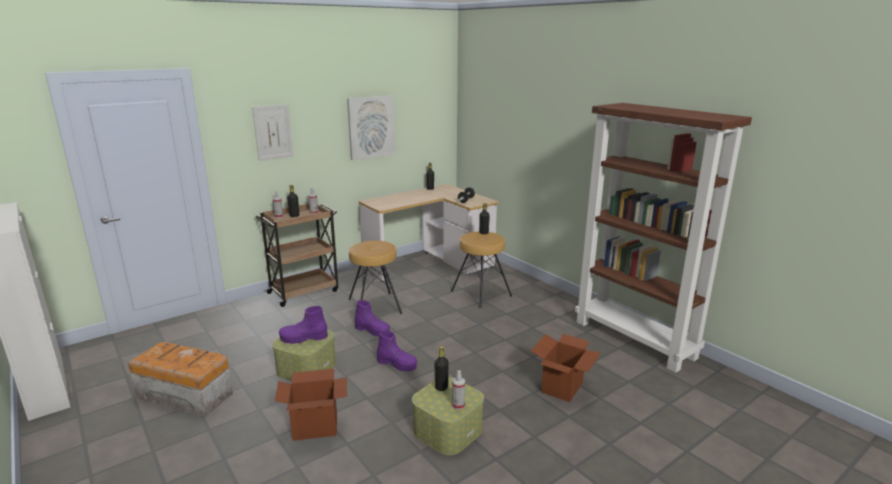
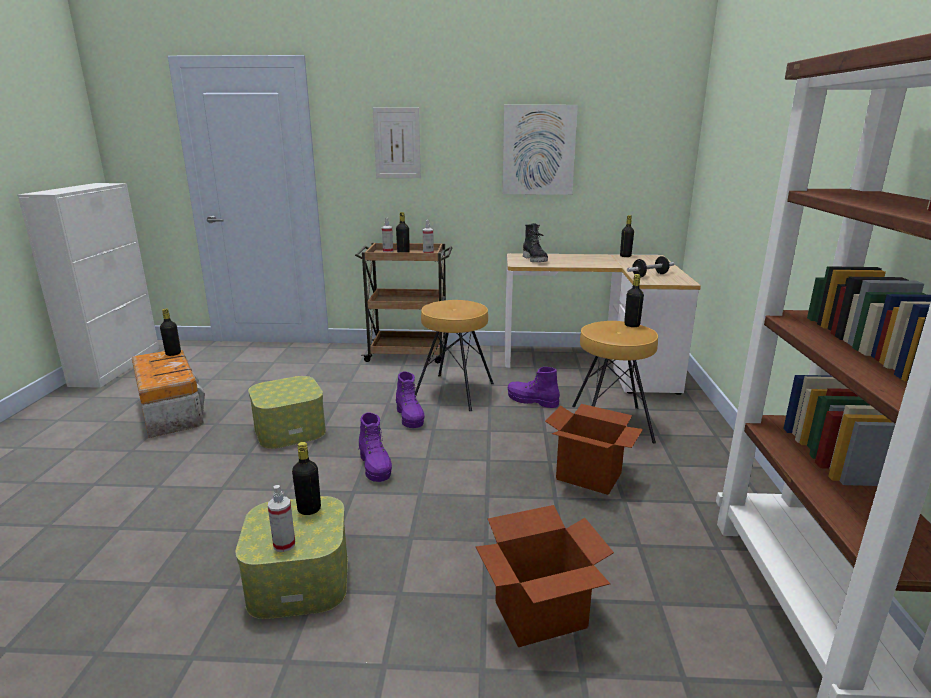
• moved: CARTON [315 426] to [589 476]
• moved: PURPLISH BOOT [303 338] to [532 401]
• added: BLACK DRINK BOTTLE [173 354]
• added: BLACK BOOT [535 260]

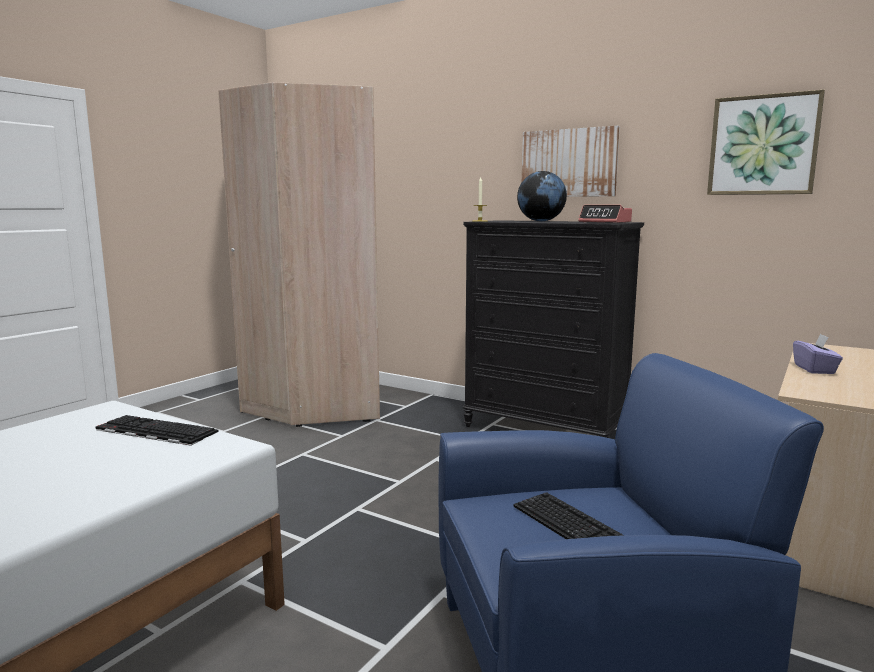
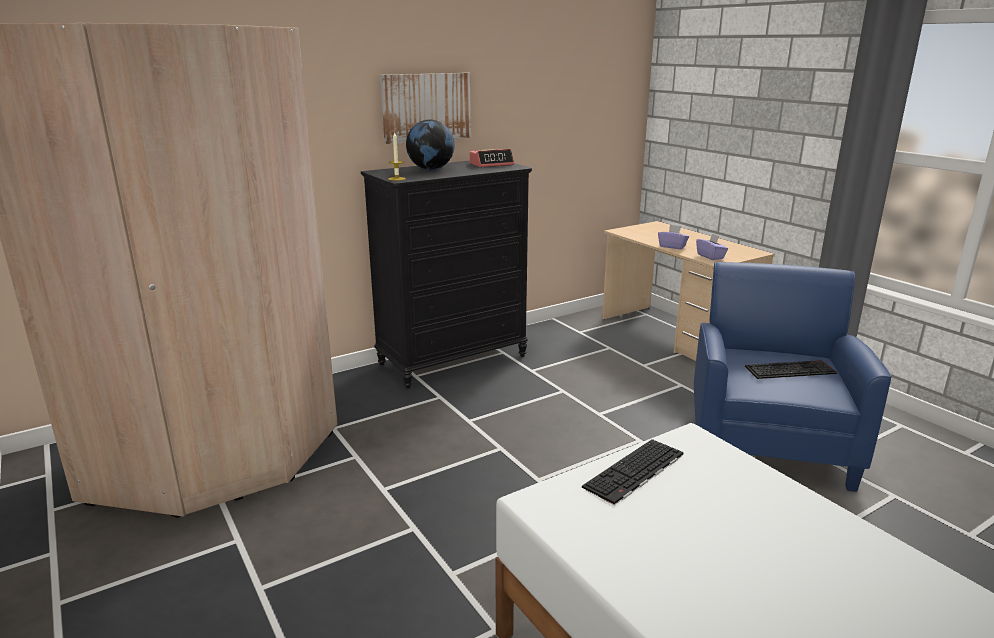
• removed: PICTURE [763 145]
• added: PURPLISH TISSUE HOLDER [710 256]

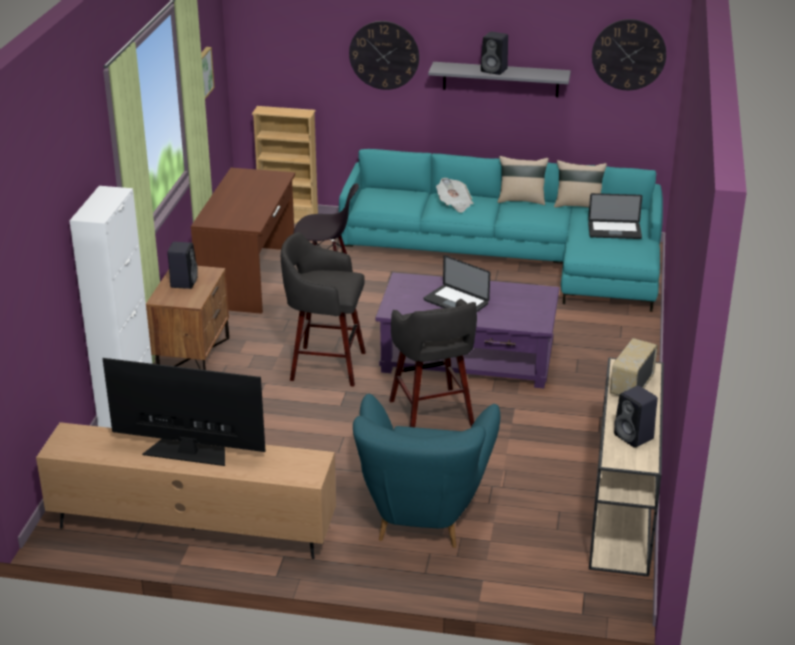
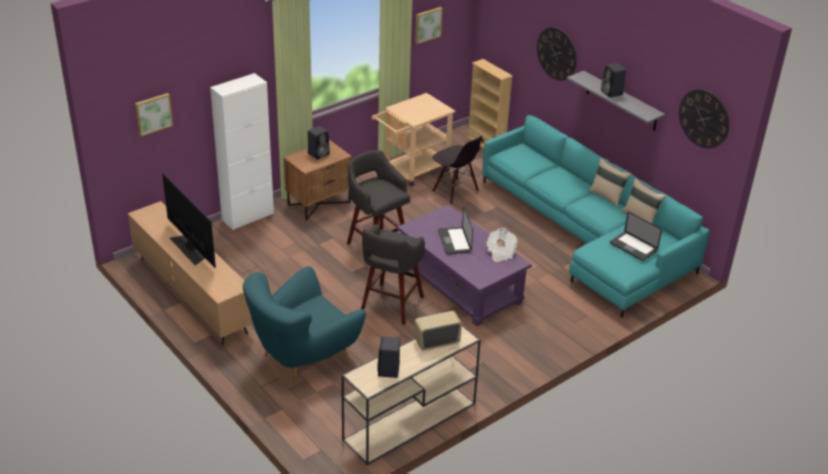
• replaced: BROWNISH DESK UNIT [249 277] to BEIGE CART [412 171]
• moved: PRINTED PAPER [454 204] to [500 252]
• added: PICTURE [153 113]

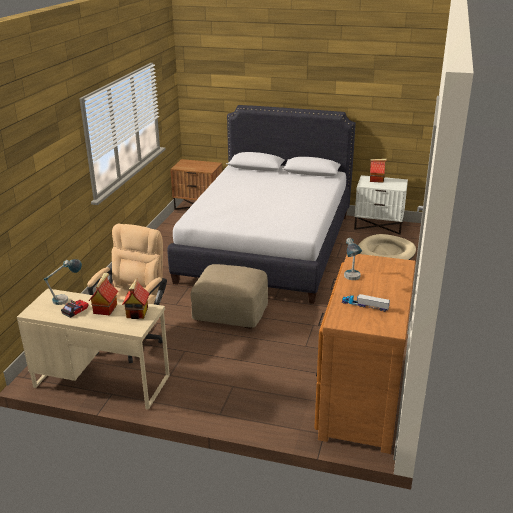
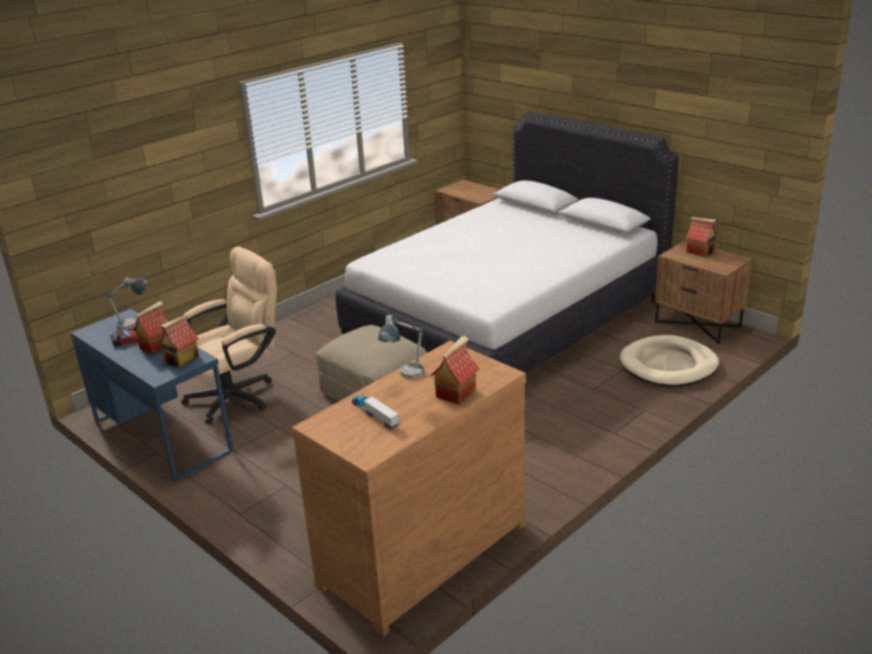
• recoloured: BEIGE DESK UNIT [102 381] to BLUE-COLOURED DESK UNIT [162 435]
• recoloured: WHITE-COLOURED NIGHTSTAND [378 226] to BROWNISH NIGHTSTAND [698 324]
• added: MODEL HOUSE [455 392]

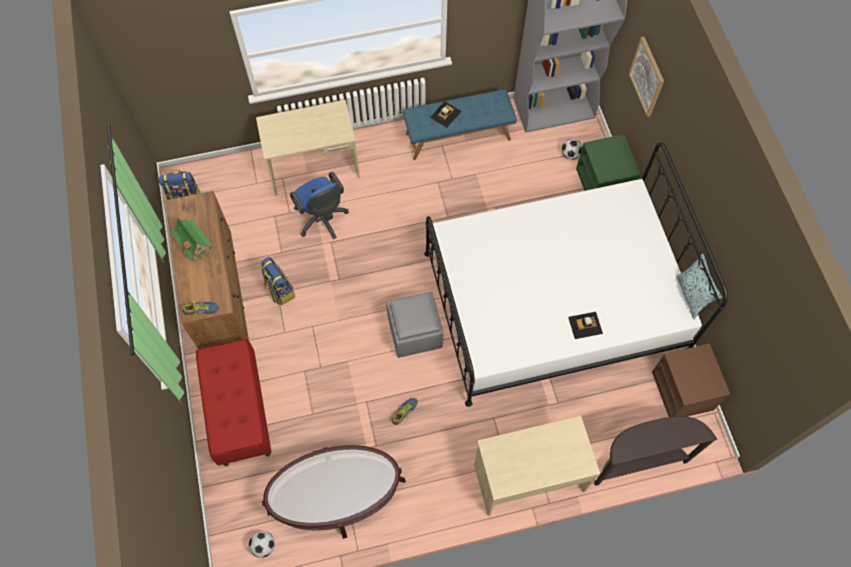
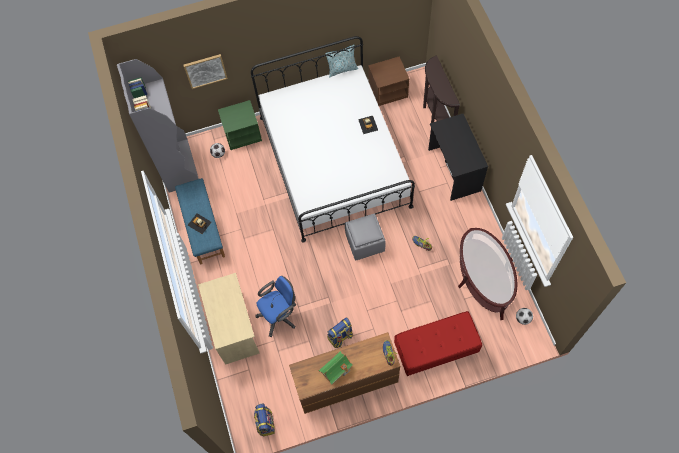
• recoloured: BEIGE DESK UNIT [528 477] to BLACK DESK UNIT [453 170]

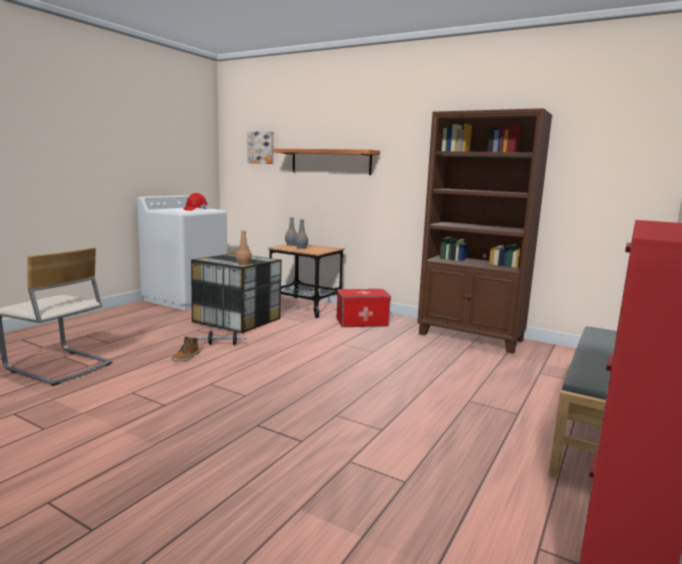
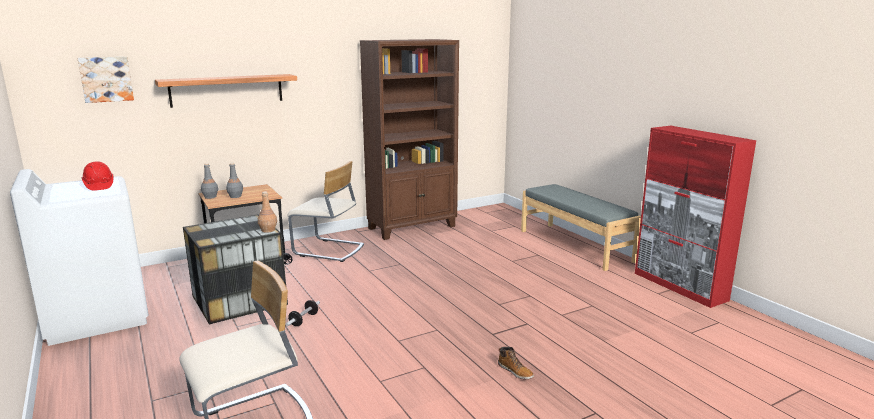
• moved: BOOT [186 357] to [515 371]
• replaced: STORAGE CONTAINER [362 322] to BEIGE CHAIR [328 250]

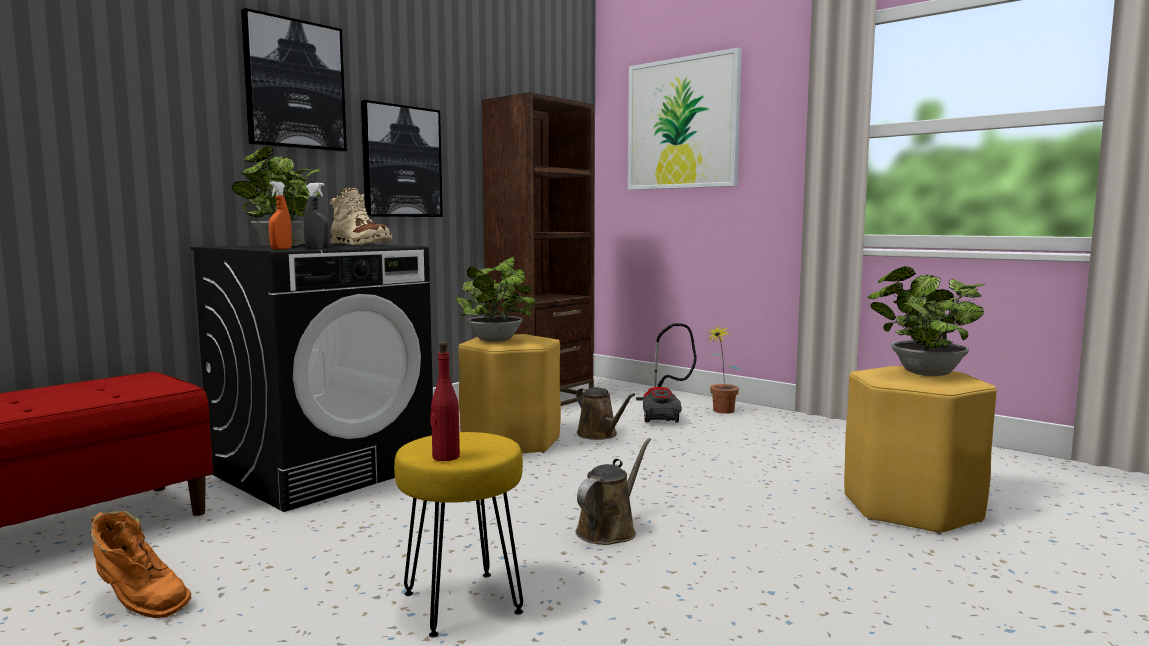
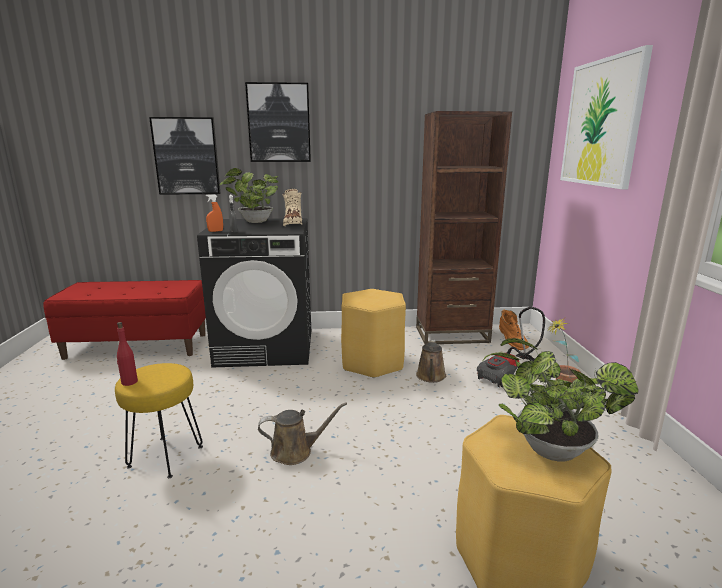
• moved: ORANGE BOOT [139 604] to [511 343]
• moved: PICTURE [401 162] to [186 156]
• removed: POTTED PLANT [497 341]

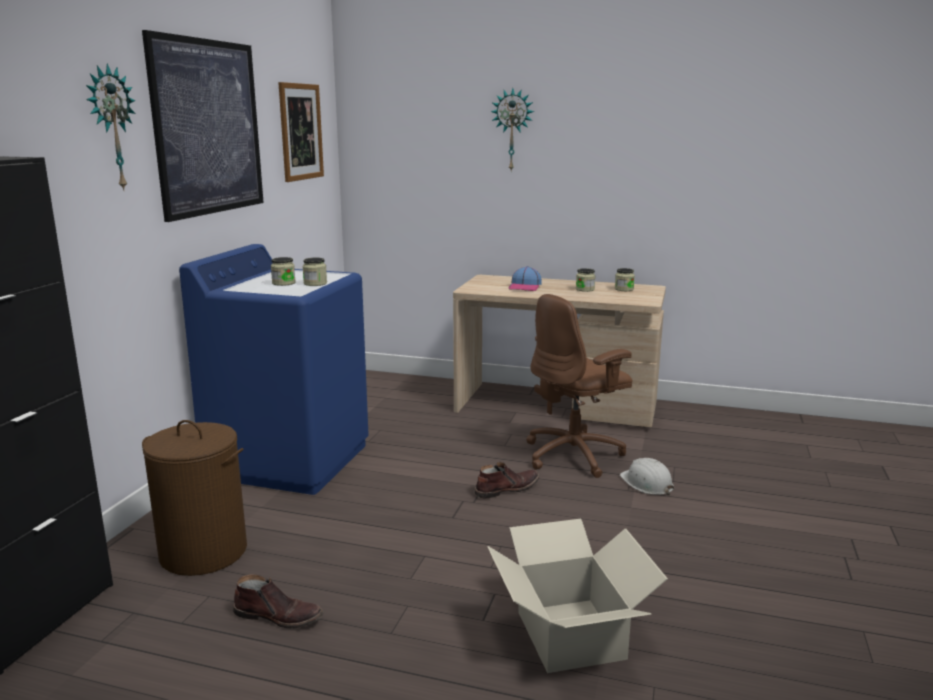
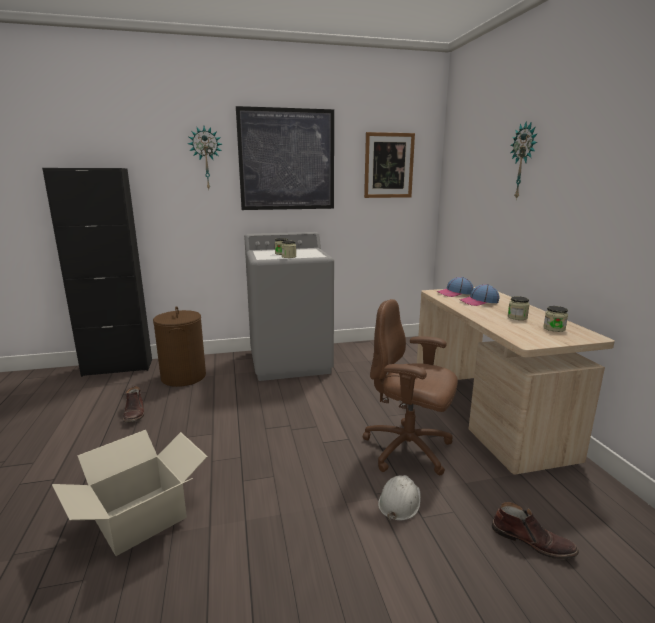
• recoloured: BLUE-COLOURED WASHING MACHINE [290 460] to GREYISH WASHING MACHINE [290 362]
• moved: BROWNISH BOOT [506 489] to [532 541]
• added: PEAKED CAP [455 293]

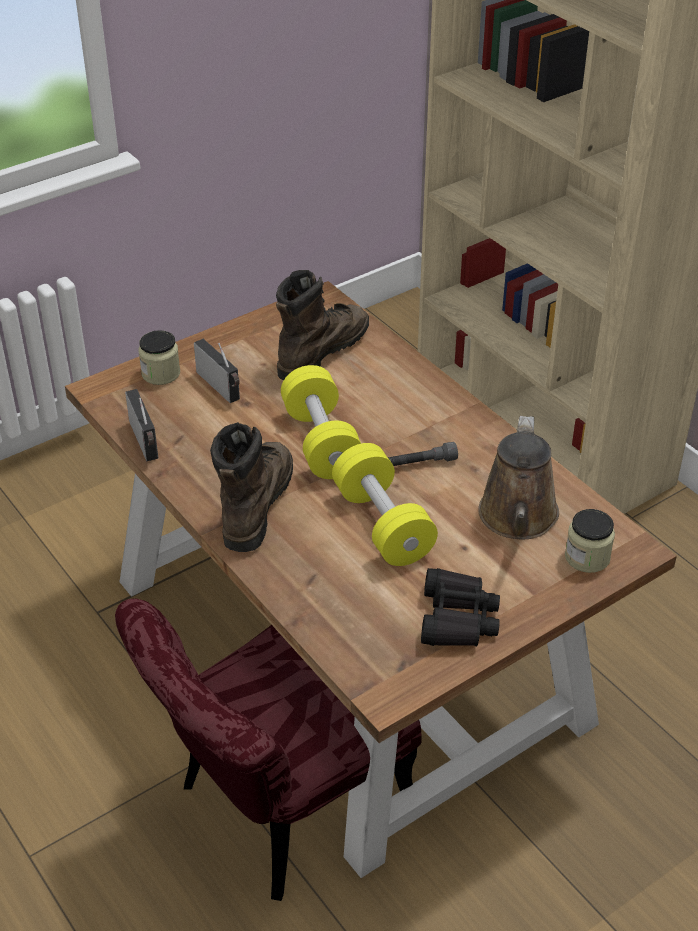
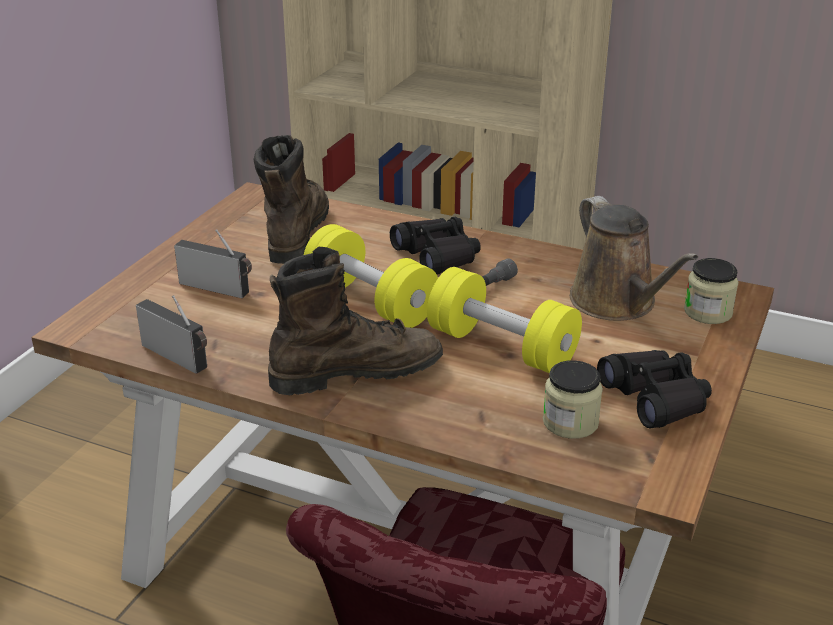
• moved: PRESERVE JAR [161 373] to [570 422]
• turned: BROWNISH BOOT [255 504] = [355 372] 90 degrees clockwise
• added: BLACK BINOCULARS [437 256]

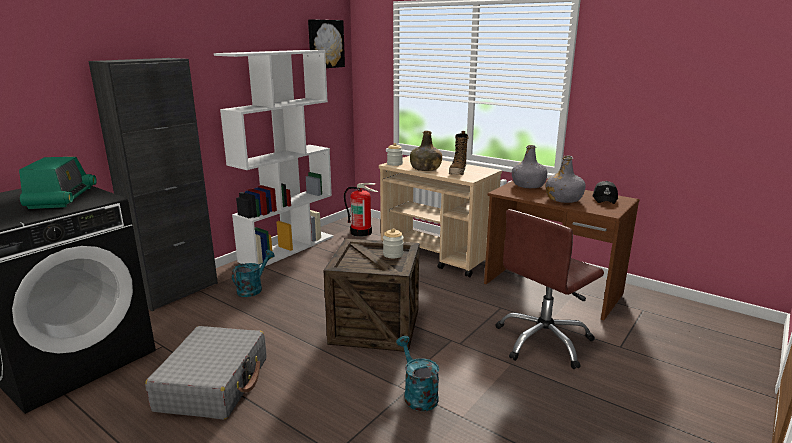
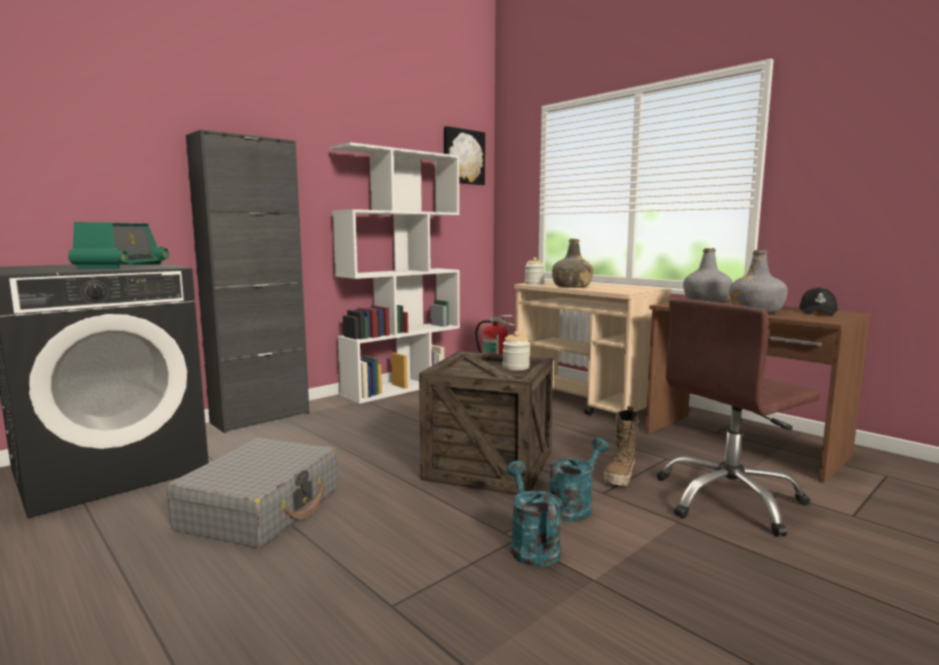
• moved: TURQUOISE-COLOURED WATERING POT [253 289] to [574 507]
• moved: BOOT [458 172] to [620 476]

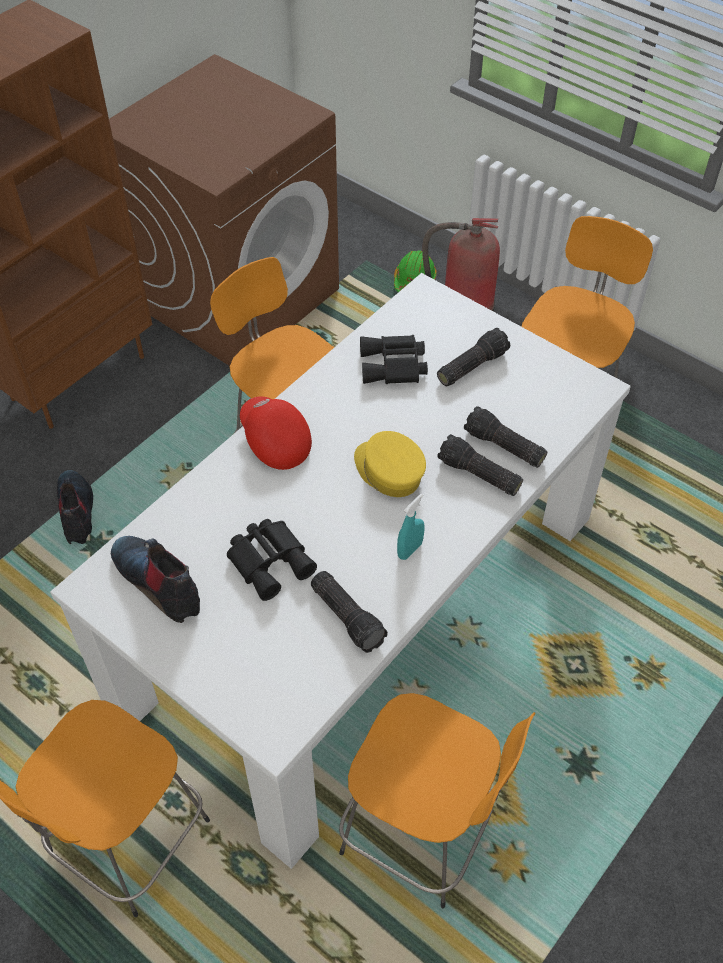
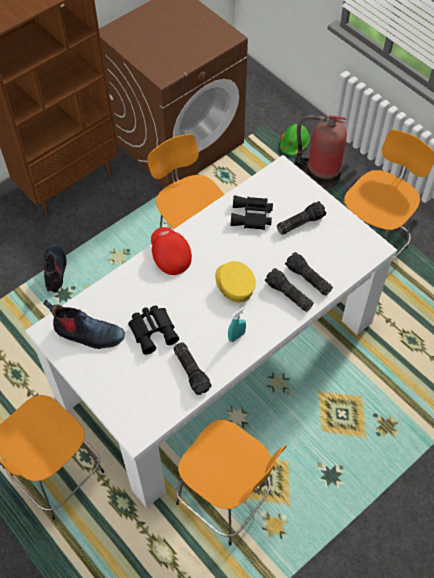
• turned: BOOT [160 582] = [88 334] 135 degrees clockwise

